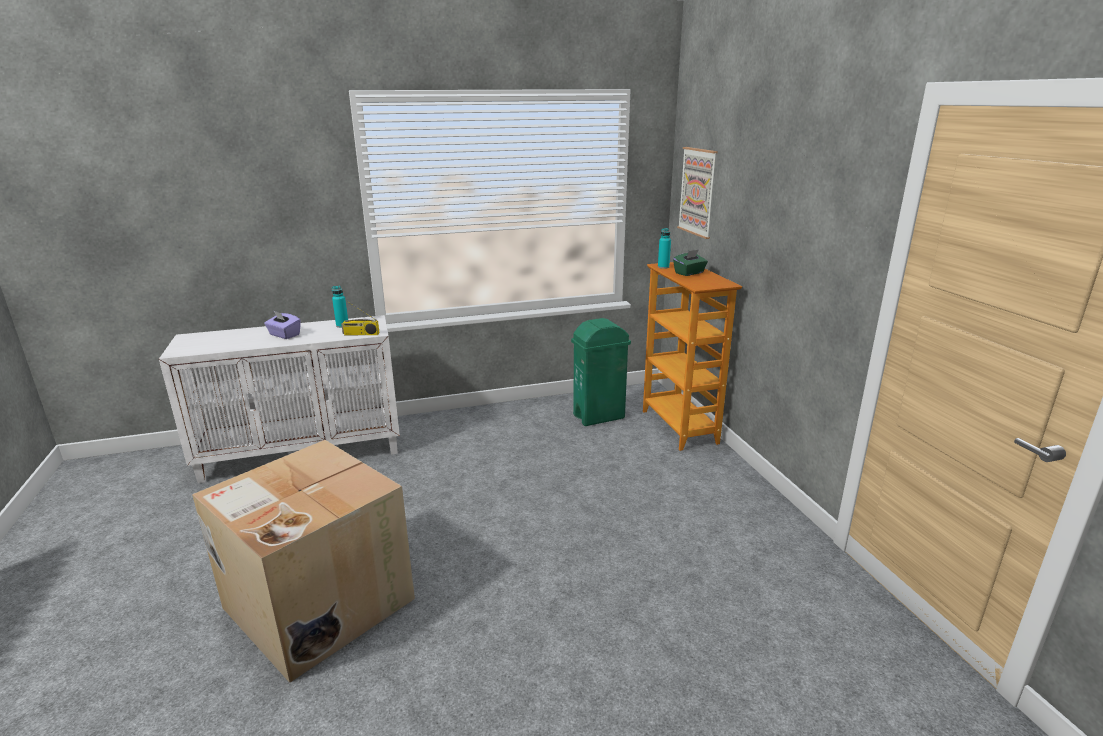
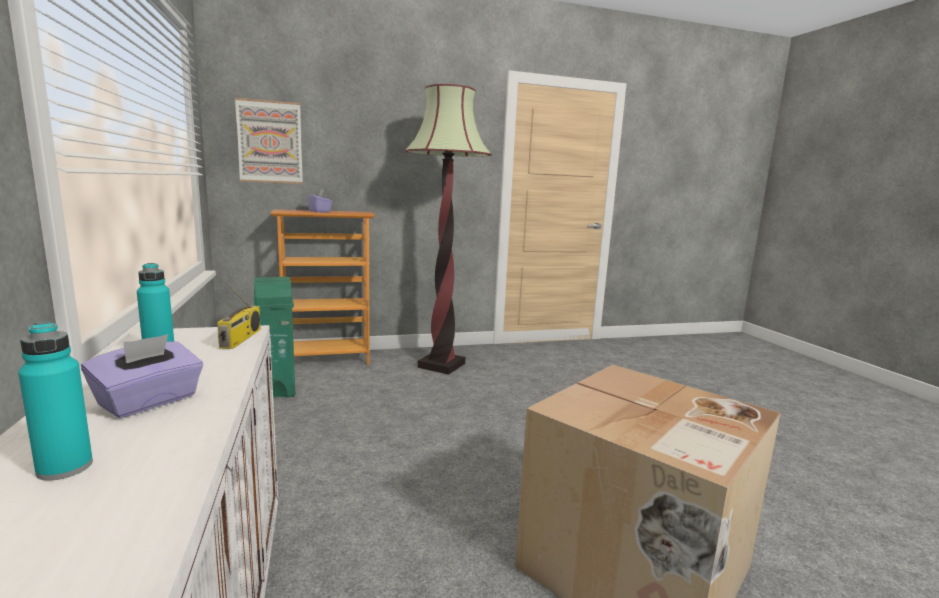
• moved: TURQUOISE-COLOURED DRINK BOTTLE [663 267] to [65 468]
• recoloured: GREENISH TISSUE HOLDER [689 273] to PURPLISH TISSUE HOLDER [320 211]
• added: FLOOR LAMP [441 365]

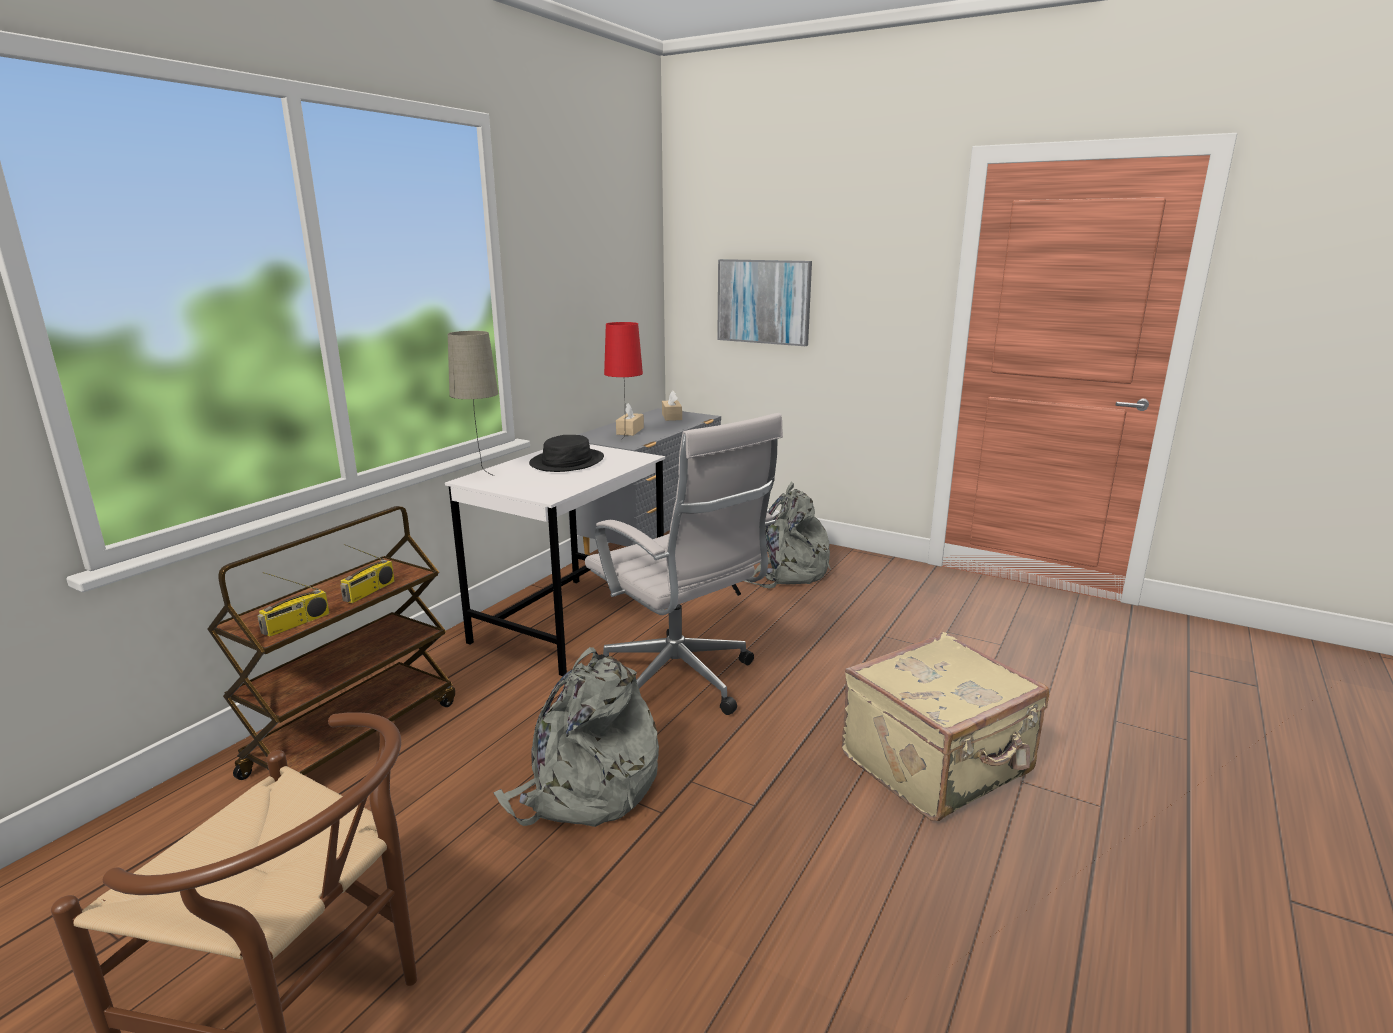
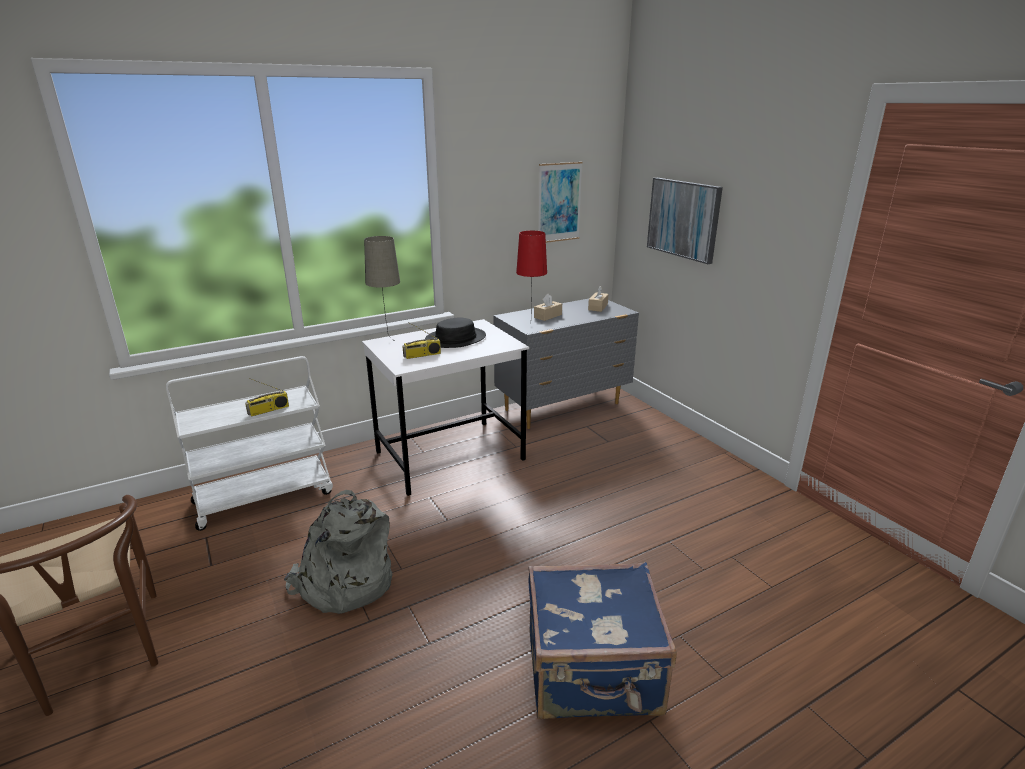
• recoloured: BROWNISH CART [354 736] to WHITE-COLOURED CART [265 497]
• moved: RADIO RECEIVER [296 624] to [422 355]
• removed: WHITE-COLOURED COMPUTER CHAIR [681 682]
• removed: GREYISH KNAPSACK [786 572]
• recoloured: BEIGE SUITCASE [938 765] to BLUE-COLOURED SUITCASE [593 673]
• added: PICTURE [559 202]

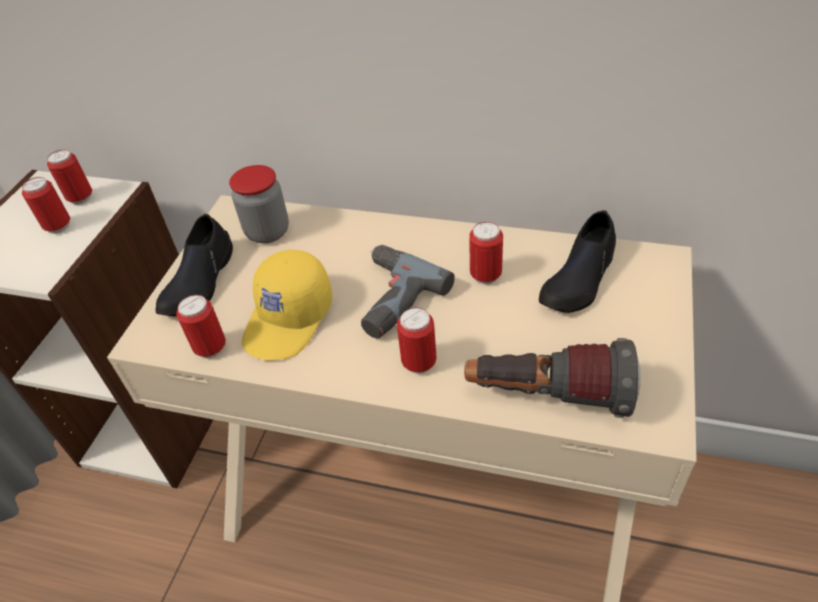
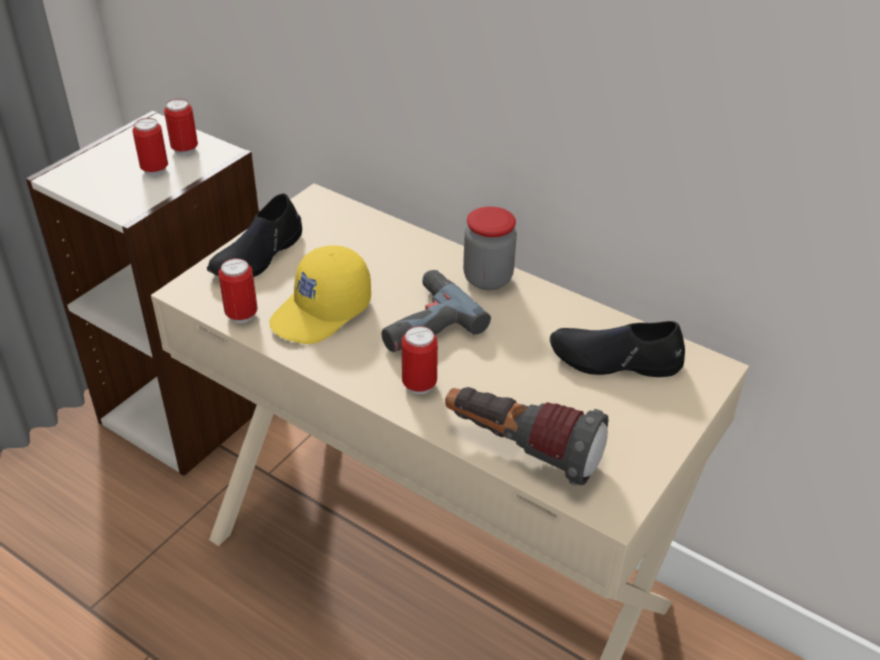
• moved: PRESERVE JAR [267 232] to [488 278]
• removed: METAL CAN [485 275]
• turned: BLACK SHOE [579 279] = [614 360] 45 degrees clockwise

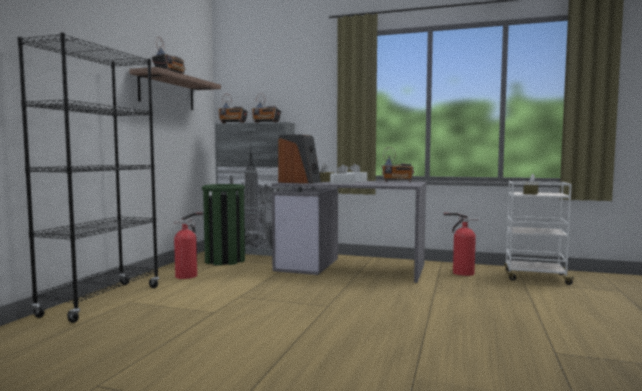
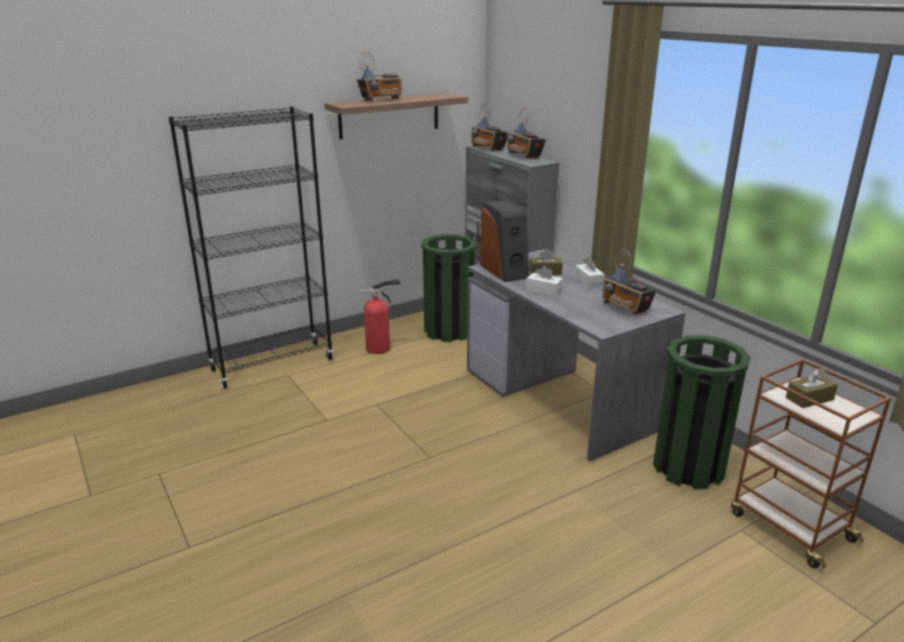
• replaced: FIRE-FIGHTING CYLINDER [461 273] to GREENISH TRASH CAN [688 467]
• recoloured: WHITE-COLOURED CART [535 277] to BROWNISH CART [789 526]

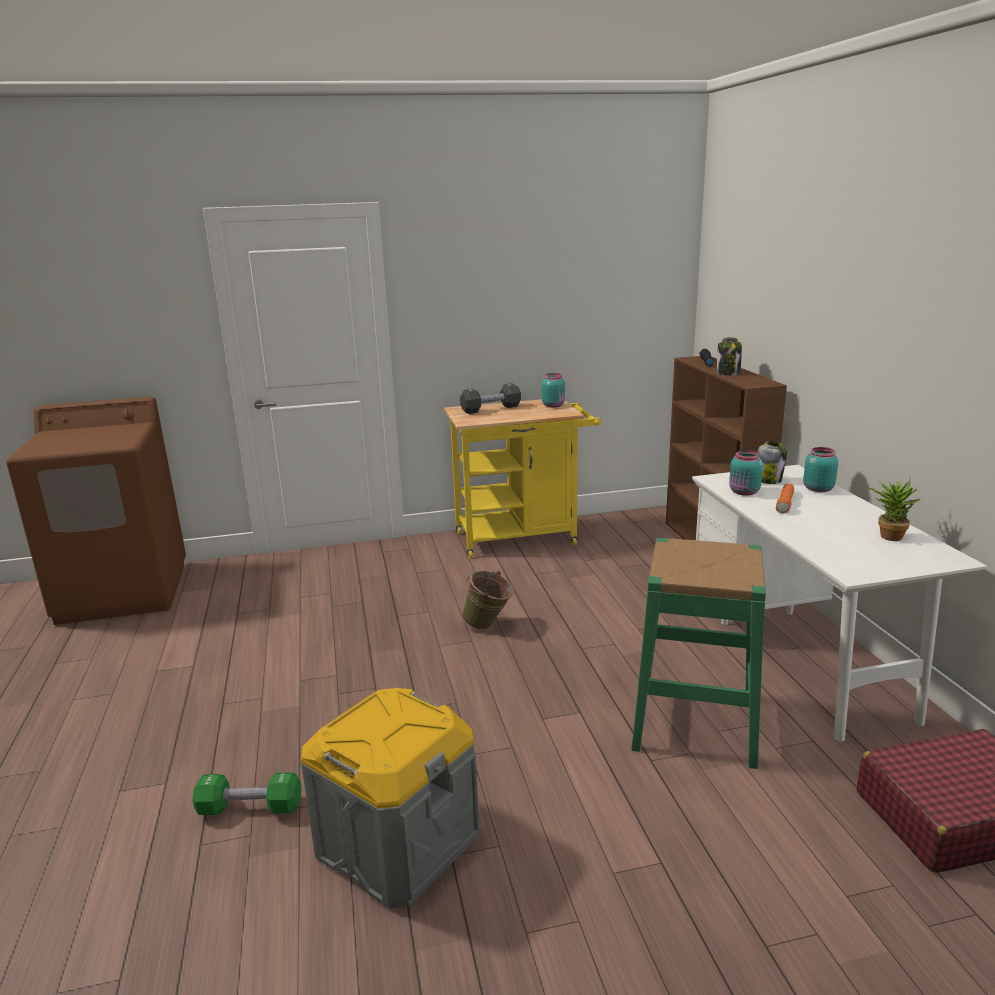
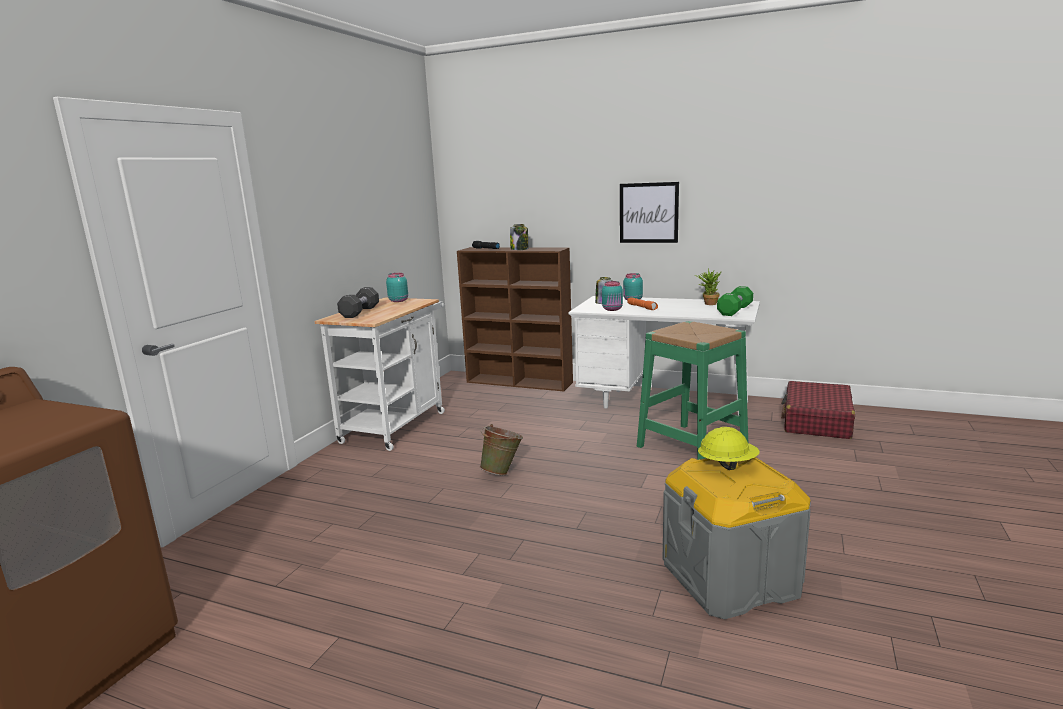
• moved: GREENISH DUMBBELL [250 808] to [735 310]
• recoloured: YELLOWISH CART [523 537] to WHITE-COLOURED CART [397 424]
• added: PICTURE [648 213]
• added: YELLOWISH SAFETY HELMET [727 465]

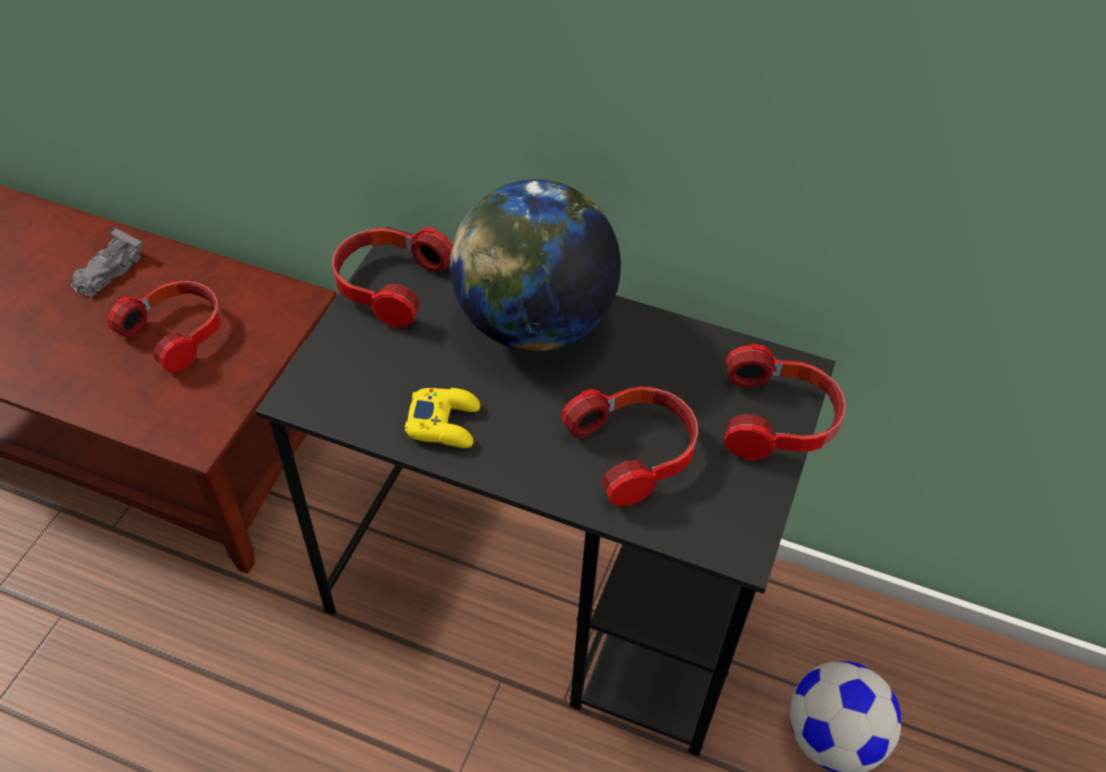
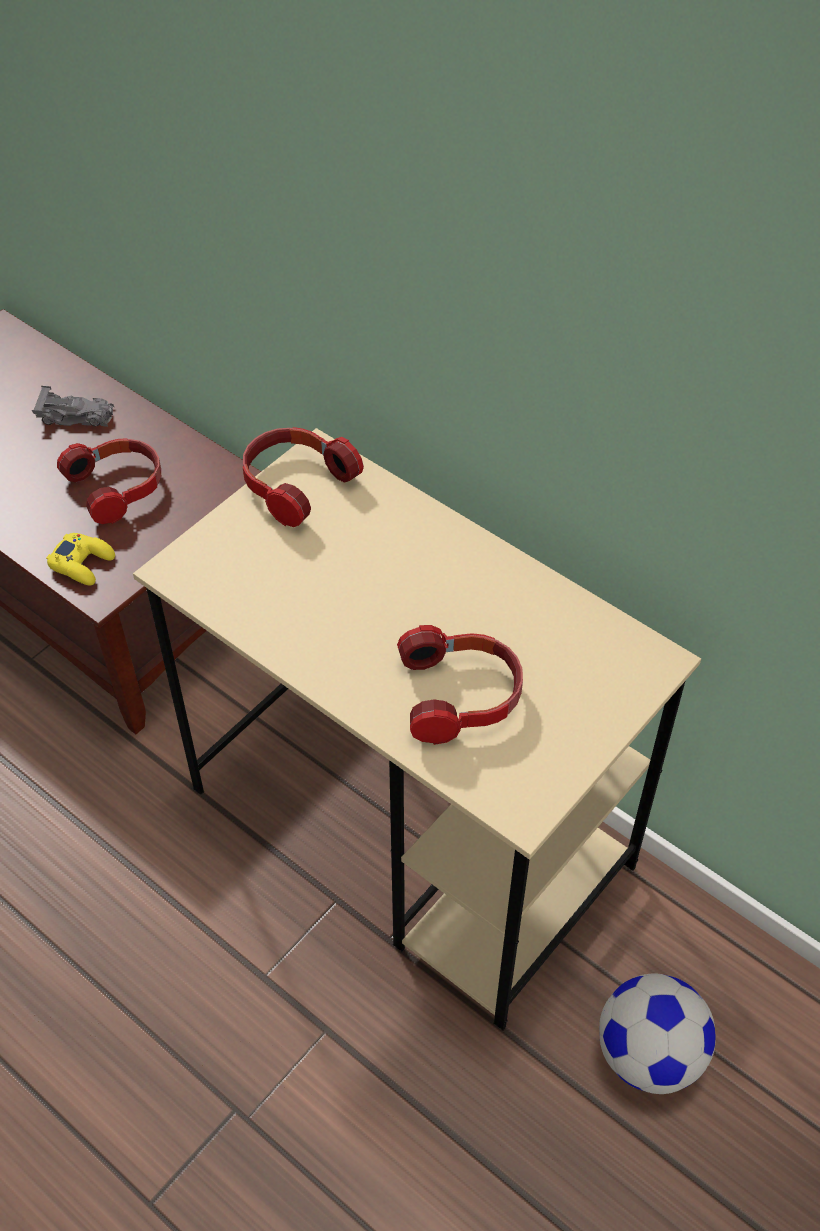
• turned: GREYISH MINIATURE CAR [108 271] = [76 415] 135 degrees counterclockwise
• recoloured: BLACK DESK UNIT [548 591] to BEIGE DESK UNIT [413 829]
• moved: YELLOWISH GAMEPAD [444 423] to [83 563]
• removed: WORLD GLOBE [534 324]
• removed: HEADPHONES [779 419]

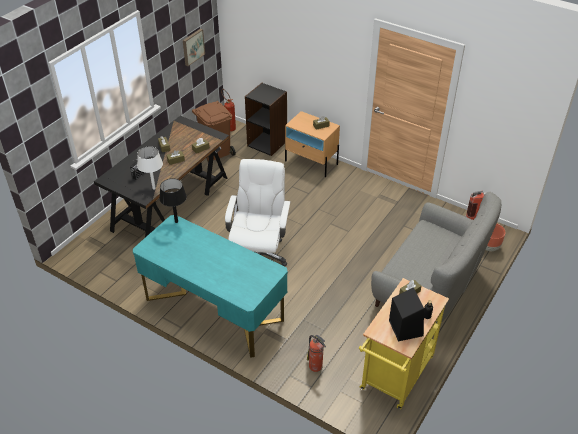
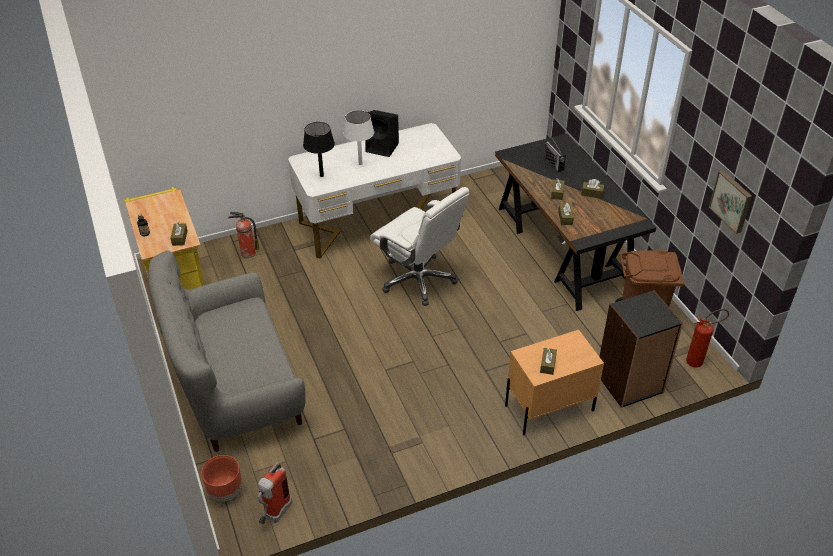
• recoloured: TURQUOISE-COLOURED DESK UNIT [214 309] to WHITE-COLOURED DESK UNIT [377 222]
• moved: WHITE-COLOURED TABLETOP LAMP [154 188] to [360 163]
• moved: BLACK TABLETOP LAMP [176 221] to [321 176]
• moved: BLACK AUDIO SPEAKER [405 327] to [383 147]

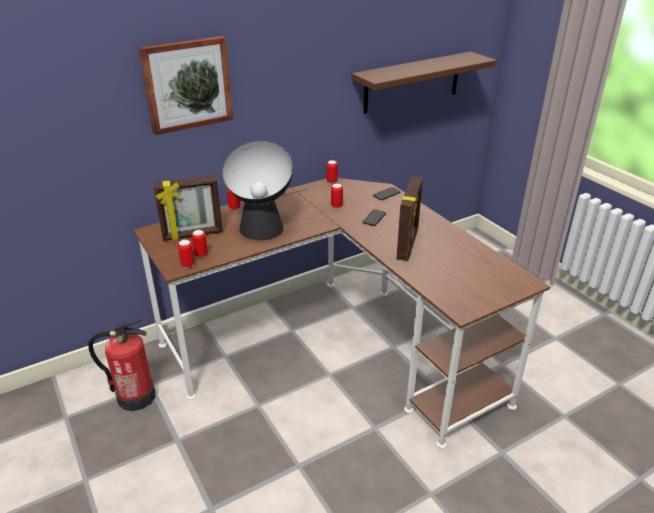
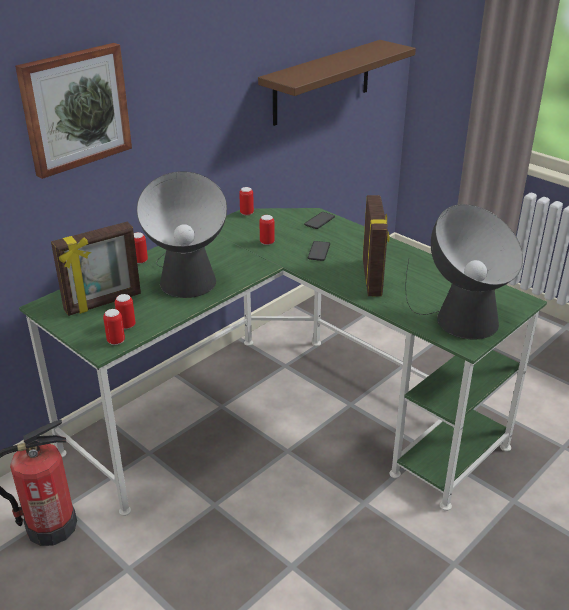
• recoloured: BROWNISH DESK UNIT [336 346] to GREENISH DESK UNIT [283 416]
• added: TABLETOP LAMP [458 316]

